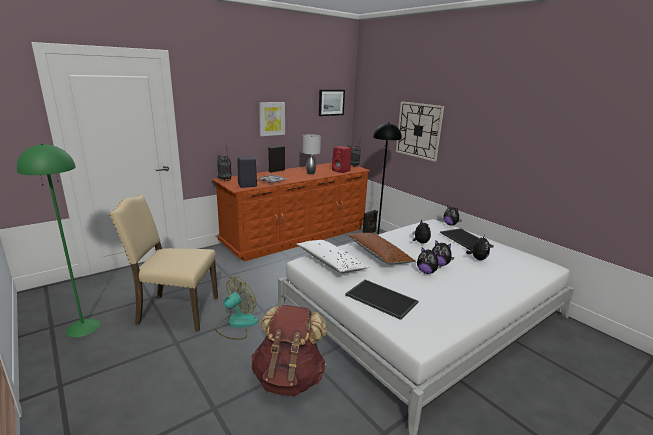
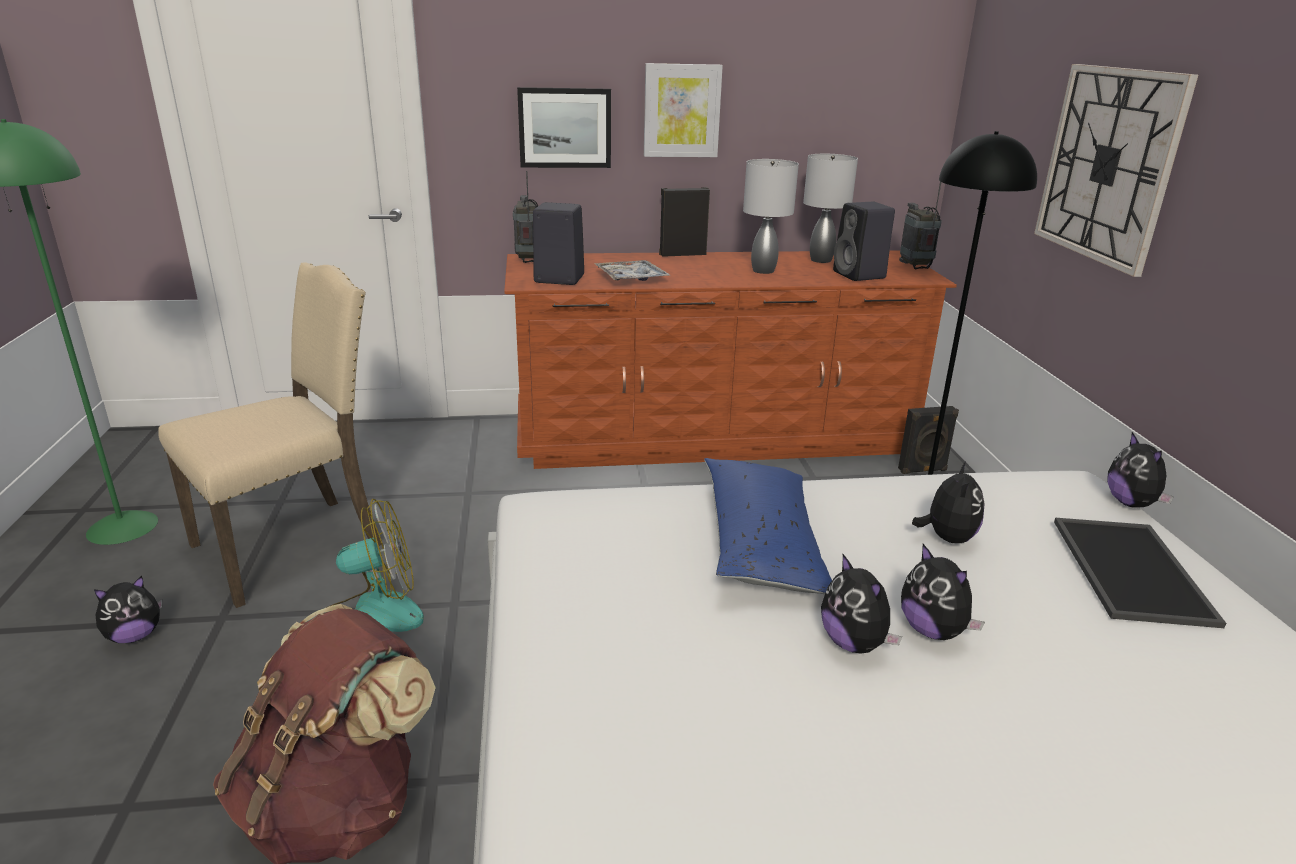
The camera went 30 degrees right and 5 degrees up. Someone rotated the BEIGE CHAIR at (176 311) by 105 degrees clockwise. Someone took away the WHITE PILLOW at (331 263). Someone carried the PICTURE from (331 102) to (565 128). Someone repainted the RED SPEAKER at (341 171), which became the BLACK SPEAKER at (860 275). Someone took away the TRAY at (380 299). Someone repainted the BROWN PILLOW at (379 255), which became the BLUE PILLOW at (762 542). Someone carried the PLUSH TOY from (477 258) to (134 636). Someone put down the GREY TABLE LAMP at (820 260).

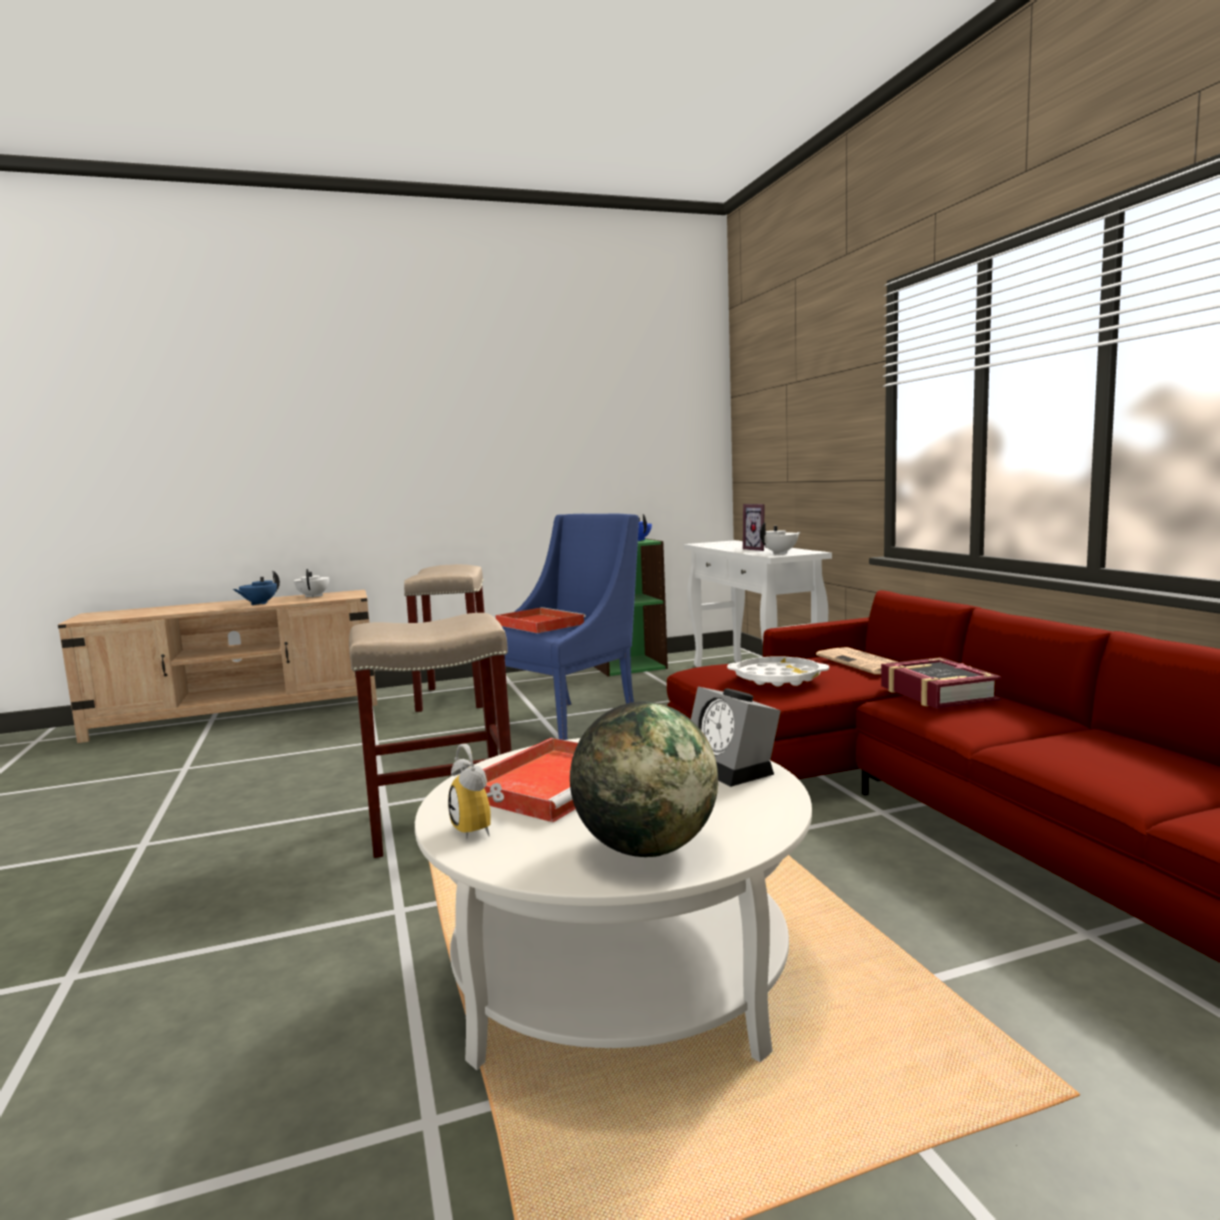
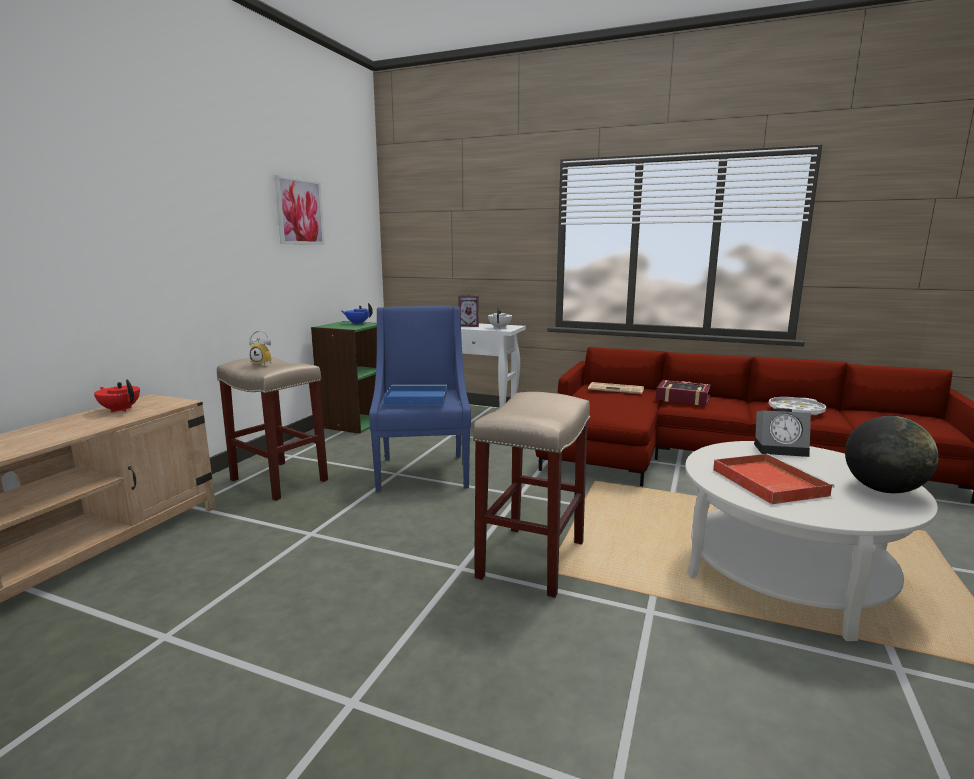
The camera went 50 degrees left and 5 degrees up. Someone took away the BLUE TEAPOT at (259 603). Someone repainted the WHITE TEAPOT at (314 596), which became the RED TEAPOT at (120 410). Someone carried the ALARM CLOCK from (480 829) to (264 363). Someone repainted the RED TRAY at (538 624), which became the BLUE TRAY at (415 398). Someone carried the WHITE TRAY from (777 678) to (795 410). Someone put up the PICTURE at (299 211).

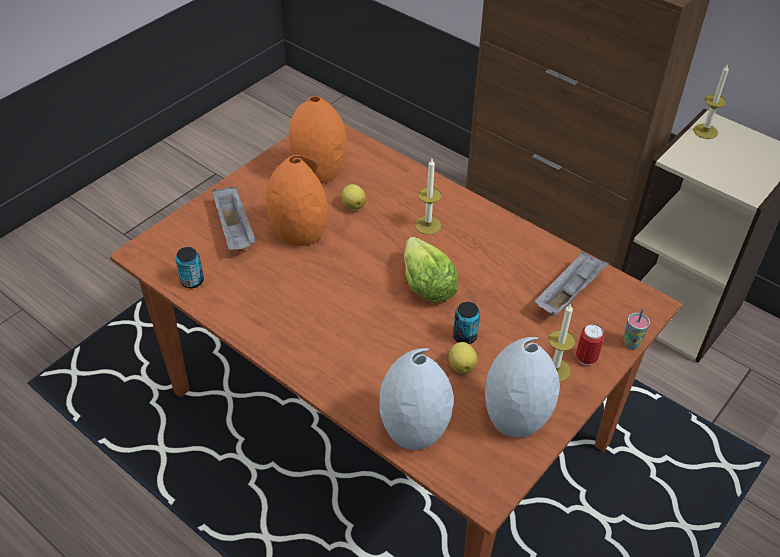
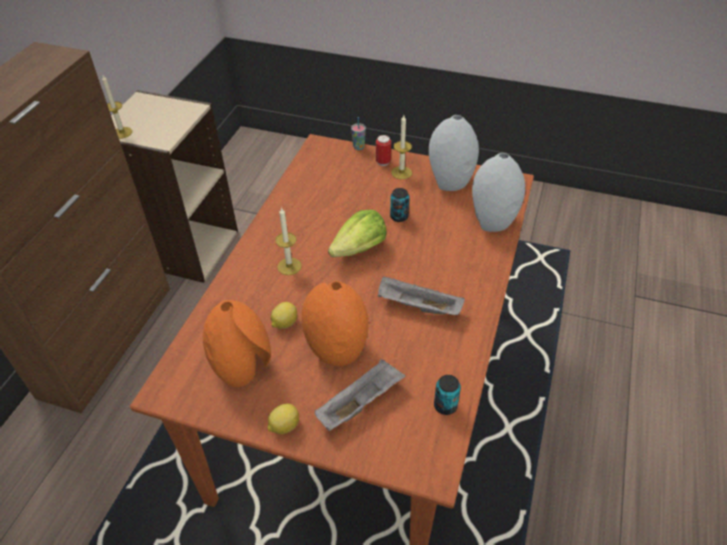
The camera went 110 degrees left and 0 degrees up. Someone carried the LEMON from (461 365) to (284 426). Someone carried the GREY TRAY from (568 293) to (417 306).

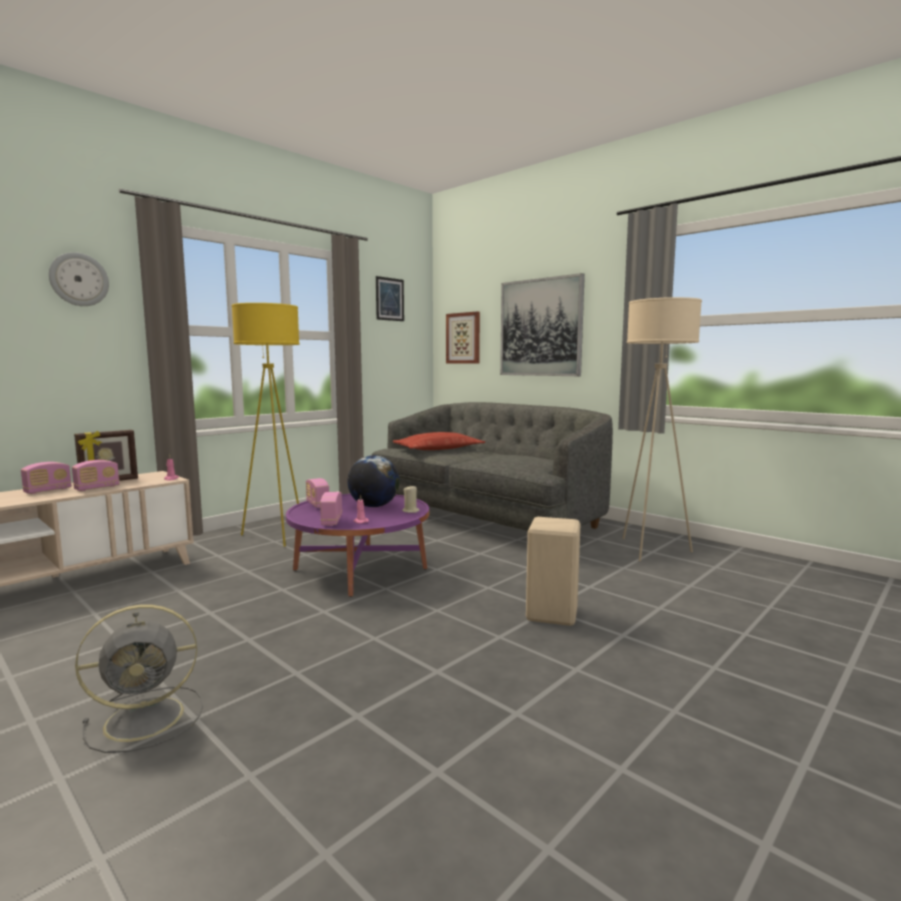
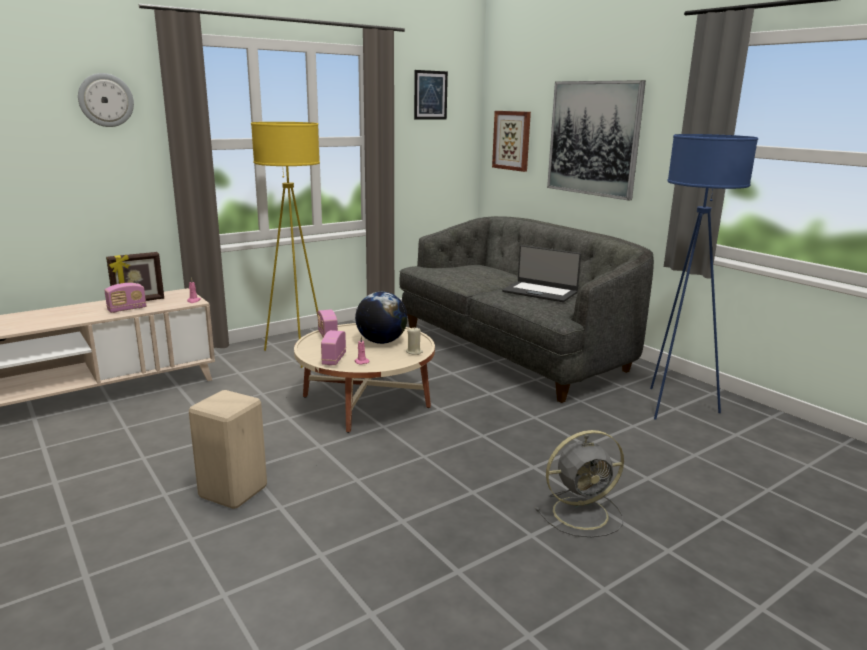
The camera went 10 degrees right and 10 degrees up. Someone took away the RADIO at (48 491). Someone carried the GREY FAN from (148 718) to (582 513). Someone repainted the PURPLE COFFEE TABLE at (360 569), which became the BEIGE COFFEE TABLE at (366 402). Someone took away the PILLOW at (438 449). Someone carried the BEIGE STOOL from (550 614) to (233 491). Someone repainted the BEIGE FLOOR LAMP at (650 549), which became the BLUE FLOOR LAMP at (674 405). Someone put down the LAPTOP at (540 292).

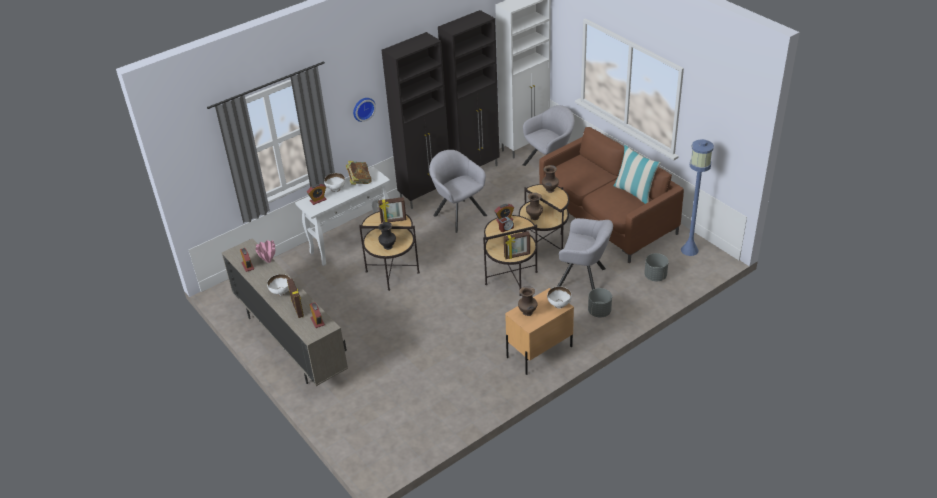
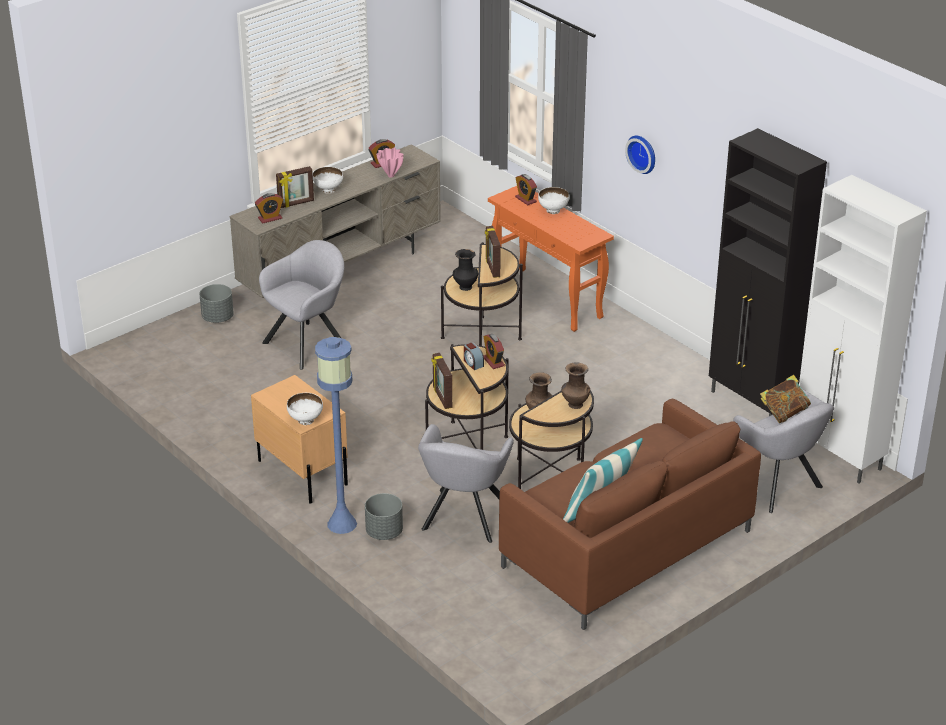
The camera went 85 degrees right and 5 degrees down. Someone repainted the WHITE CONSOLE TABLE at (351 242), which became the ORANGE CONSOLE TABLE at (548 300). Someone carried the BOOK from (359 181) to (784 413). Someone took away the BLACK CABINET at (425 195). Someone carried the GREY ARMCHAIR from (458 214) to (309 343). Someone took away the BROWN VASE at (528 313). Someone carried the GREY PLANTER from (655 276) to (217 318). Someone carried the BLUE FLOOR LAMP from (690 250) to (342 524).

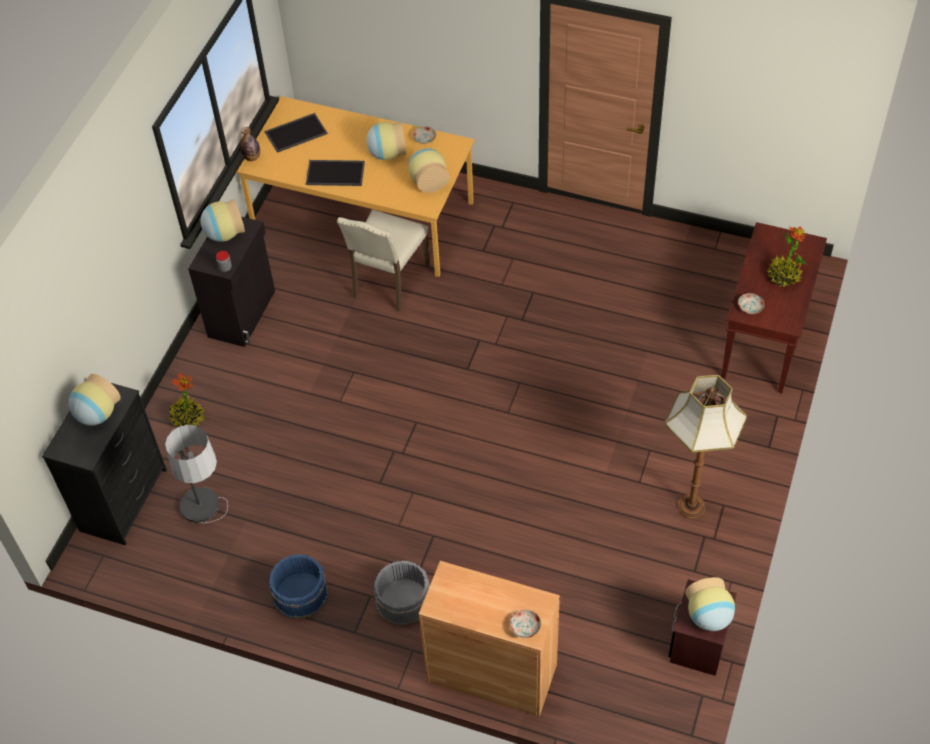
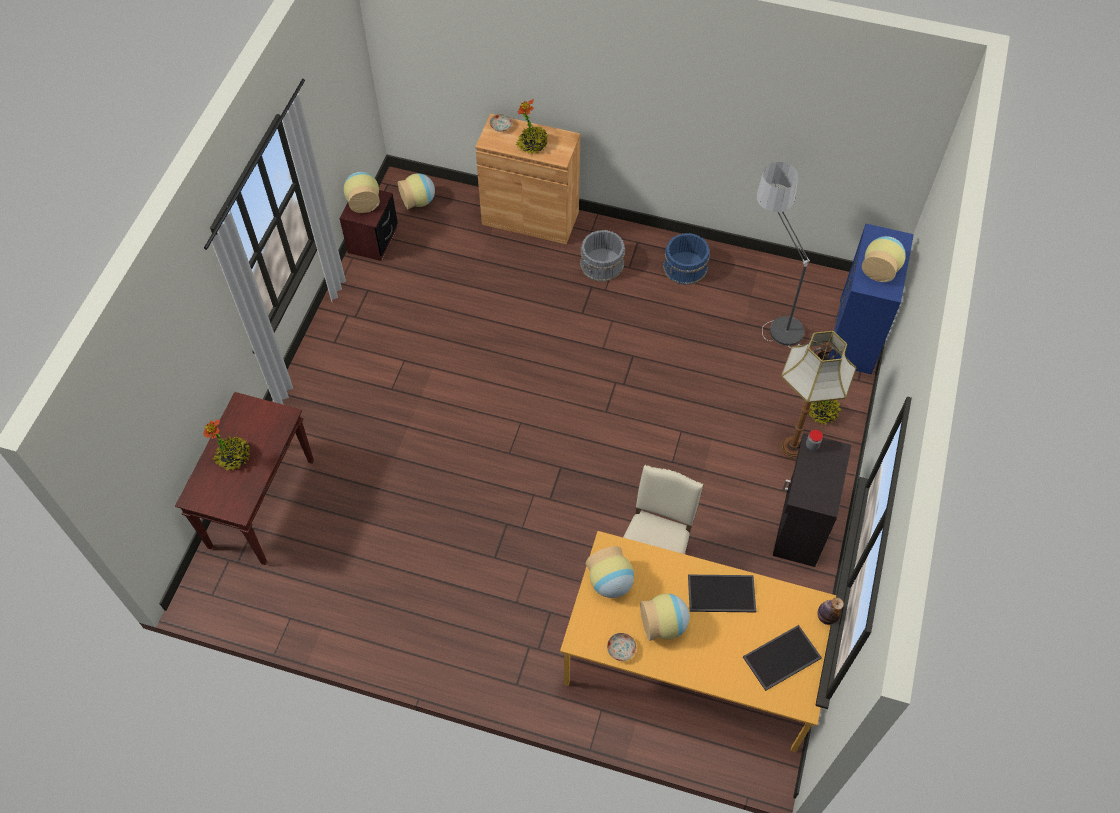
The camera went 175 degrees right and 5 degrees up. Someone repainted the BLACK DRESSER at (124 500), which became the BLUE DRESSER at (854 336). Someone carried the VASE from (224 234) to (419 201). Someone carried the FLOOR LAMP from (690 505) to (793 448). Someone took away the PLATE at (750 307). Someone put down the POTTED PLANT at (532 144).

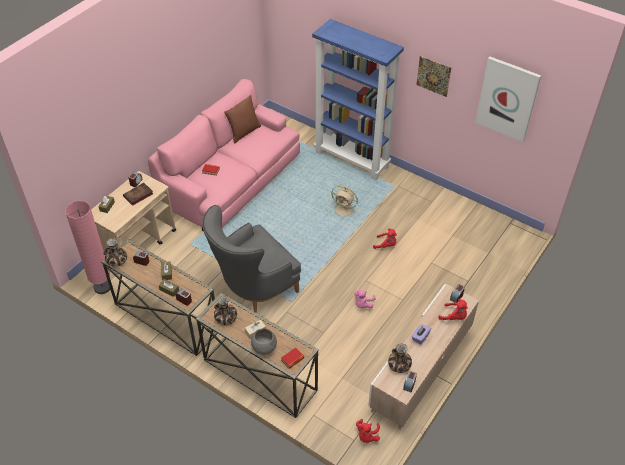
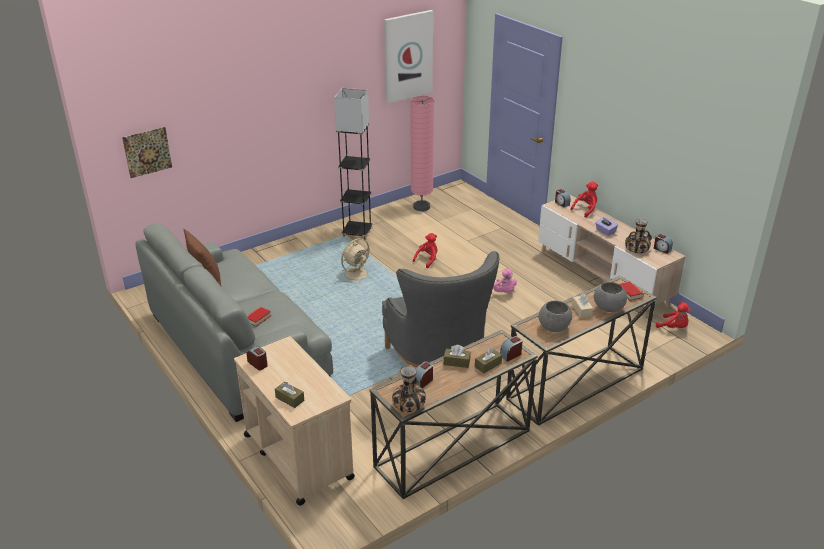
The camera went 70 degrees left and 15 degrees down. Someone carried the PINK FLOOR LAMP from (102 287) to (421 207). Someone took away the BOOK at (138 196). Someone repainted the PINK SOFA at (231 180), which became the GREY SOFA at (237 346). Someone swapped the VASE at (226 318) for the GREY BOWL at (554 327). Someone took away the BLUE BOOKCASE at (352 159). Someone carried the PICTURE from (433 76) to (147 152). Someone put down the GREY FLOOR LAMP at (357 232).

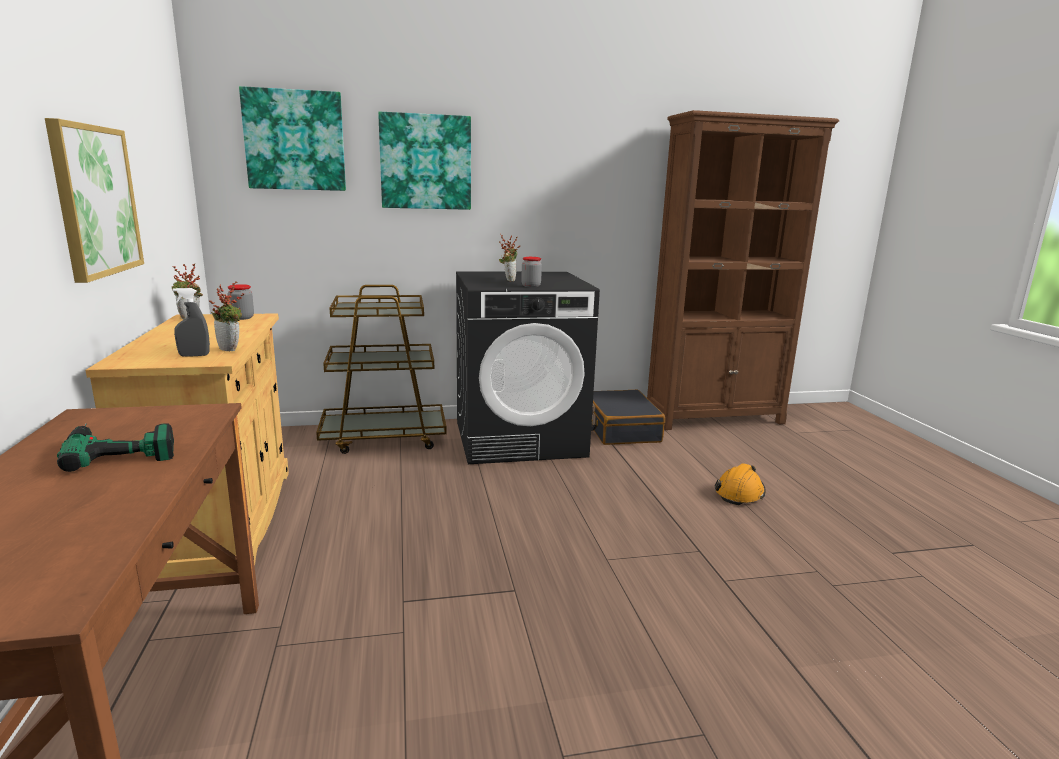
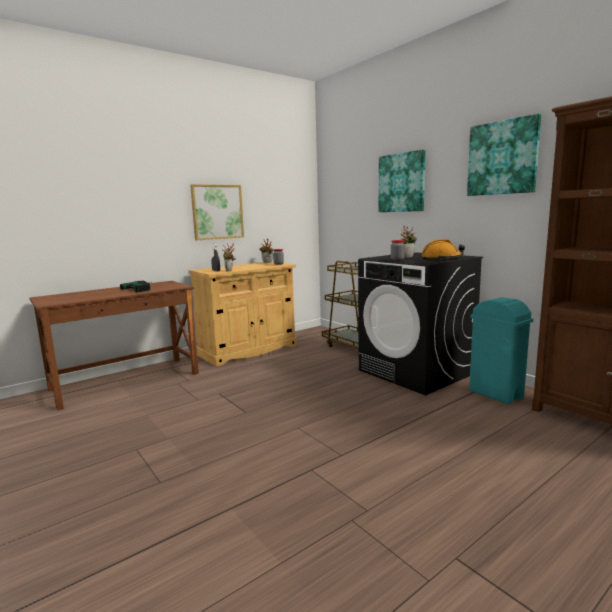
The camera went 65 degrees right and 5 degrees down. Someone carried the PICTURE from (295 140) to (502 158). Someone swapped the BLACK SUITCASE at (620 429) for the TURQUOISE TRASH CAN at (496 394). Someone carried the ORANGE HARD HAT from (739 493) to (441 259).

